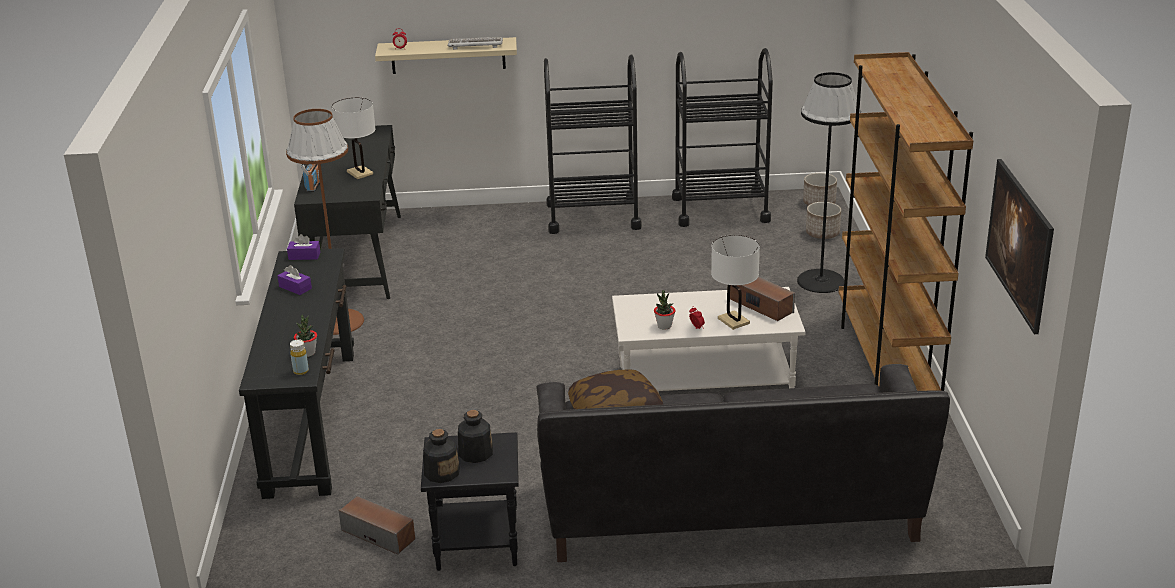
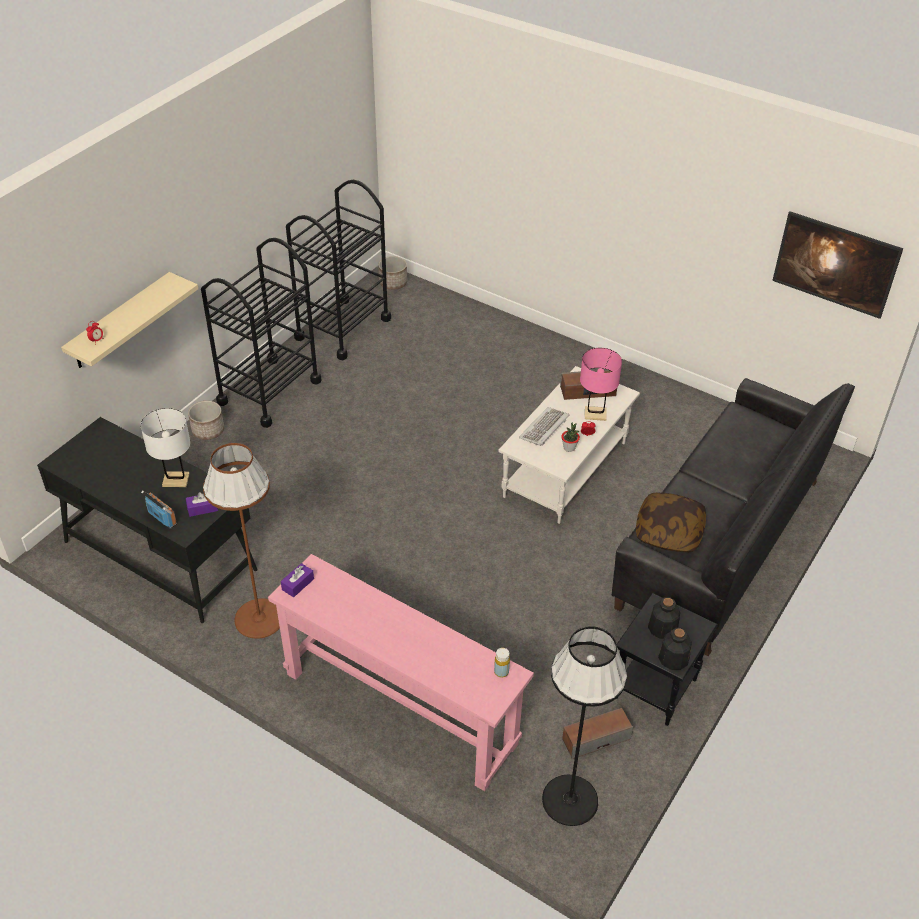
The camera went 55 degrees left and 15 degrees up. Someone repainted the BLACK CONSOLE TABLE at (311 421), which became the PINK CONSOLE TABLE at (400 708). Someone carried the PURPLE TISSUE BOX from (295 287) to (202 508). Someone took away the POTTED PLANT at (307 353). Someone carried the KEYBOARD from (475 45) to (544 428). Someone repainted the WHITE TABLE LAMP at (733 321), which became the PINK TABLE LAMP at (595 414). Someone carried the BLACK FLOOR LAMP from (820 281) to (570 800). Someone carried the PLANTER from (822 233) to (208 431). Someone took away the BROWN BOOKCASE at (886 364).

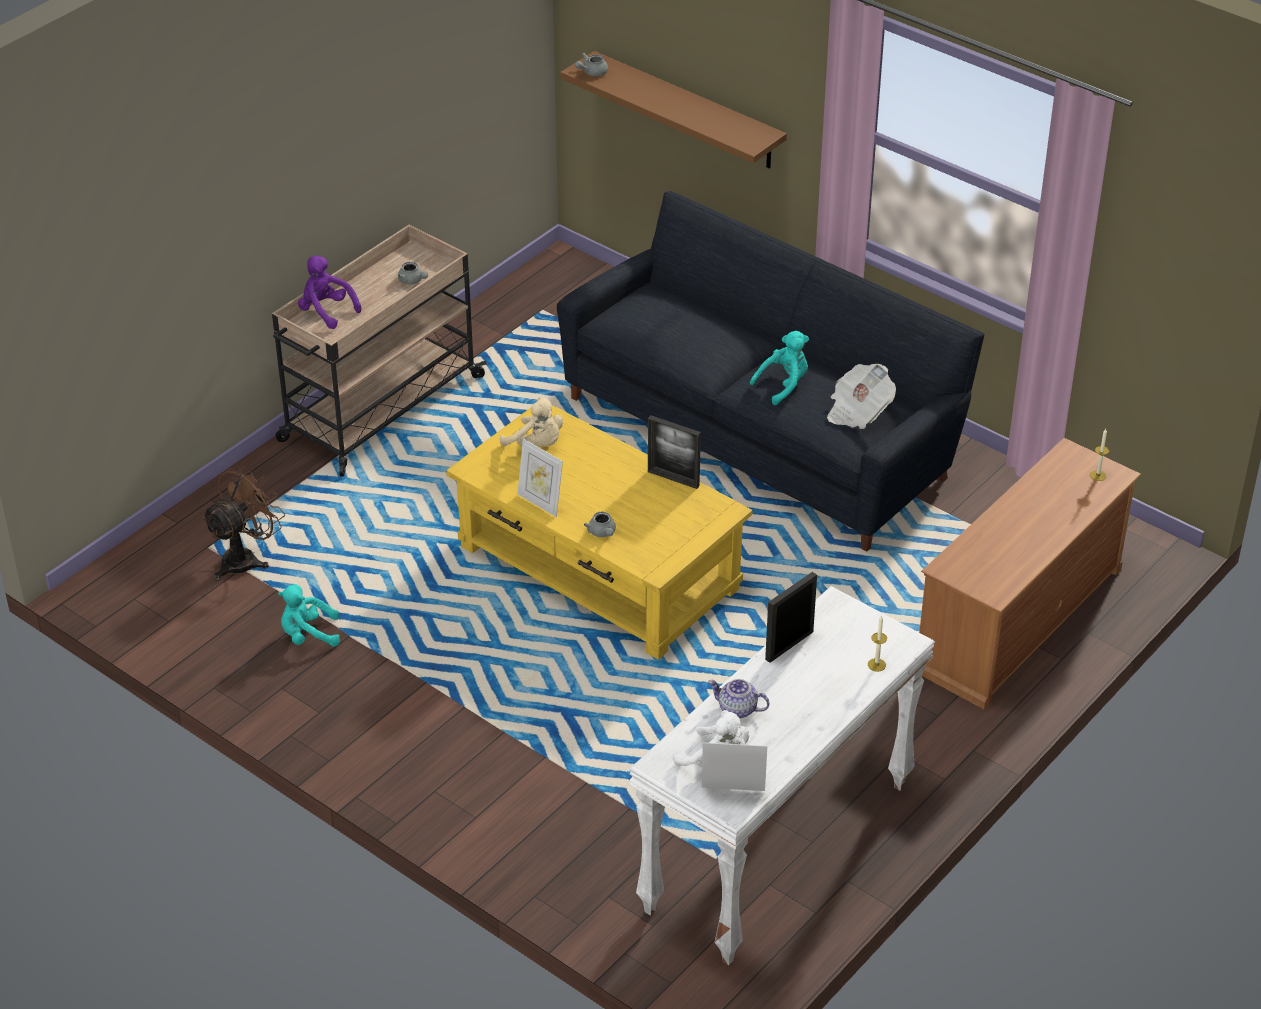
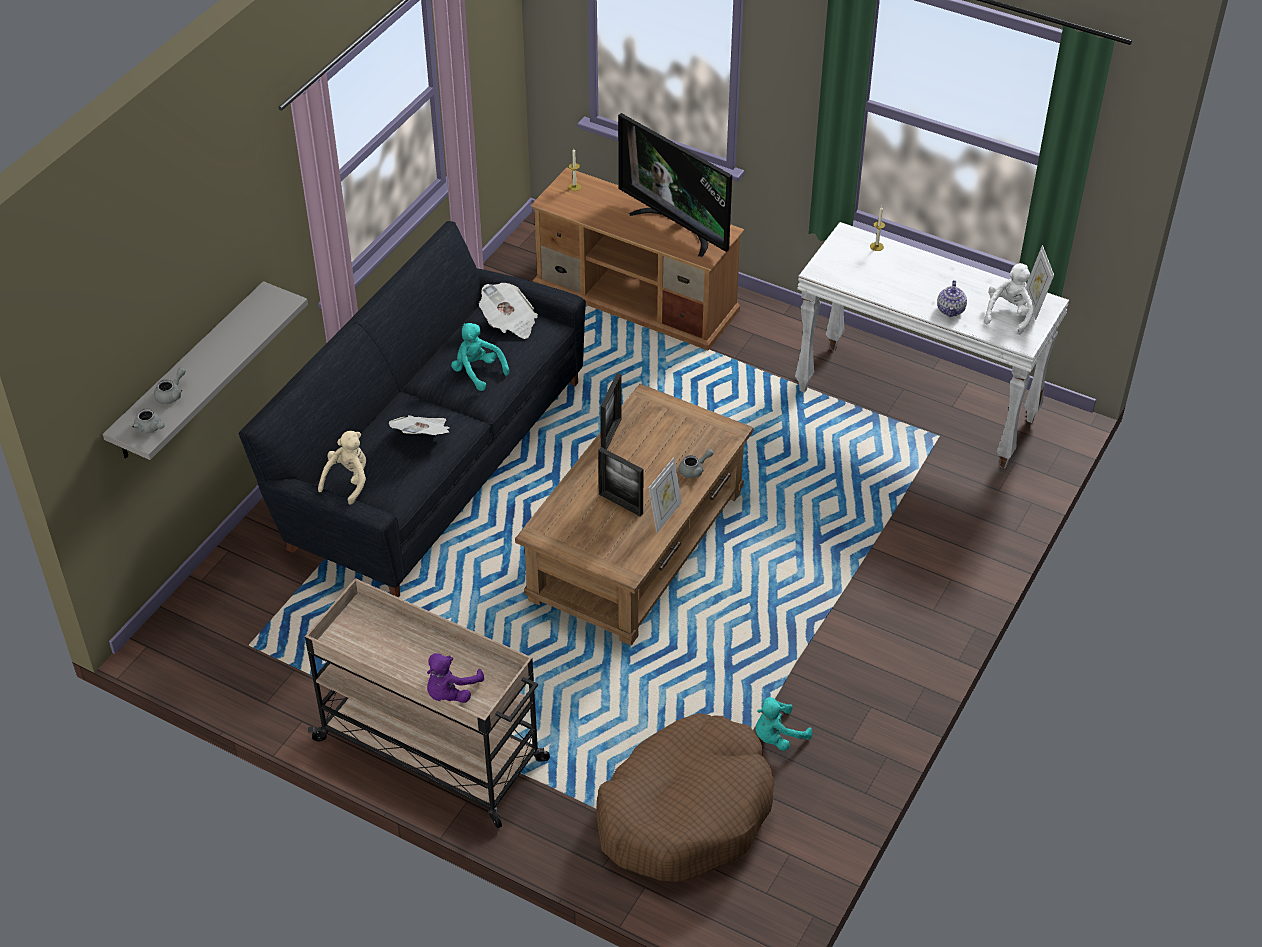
The camera went 100 degrees left and 5 degrees up. Someone swapped the BROWN FAN at (246 558) for the BROWN DOG BED at (685 811). Someone rotated the TURQUOISE PLUSH TOY at (308 635) by 75 degrees clockwise. Someone carried the GREY TEAPOT from (412 281) to (172 394). Someone repainted the YELLOW COFFEE TABLE at (599 569), which became the BROWN COFFEE TABLE at (637 545). Someone carried the BEIGE PLUSH TOY from (536 445) to (348 481). Someone repainted the BROWN SHELF at (687 111), which became the GREY SHELF at (189 372). Someone carried the PICTURE FRAME from (789 645) to (620 504). Someone put down the NEWSPAPER at (423 436). Someone put down the TELEVISION at (677 227).

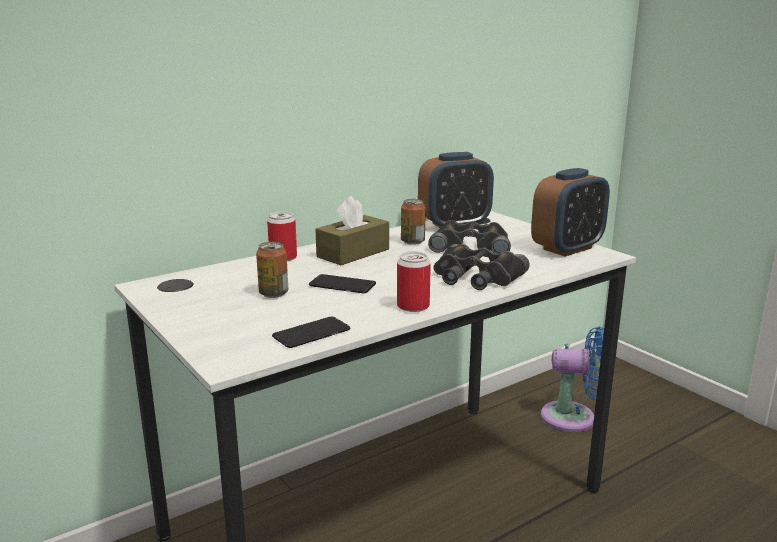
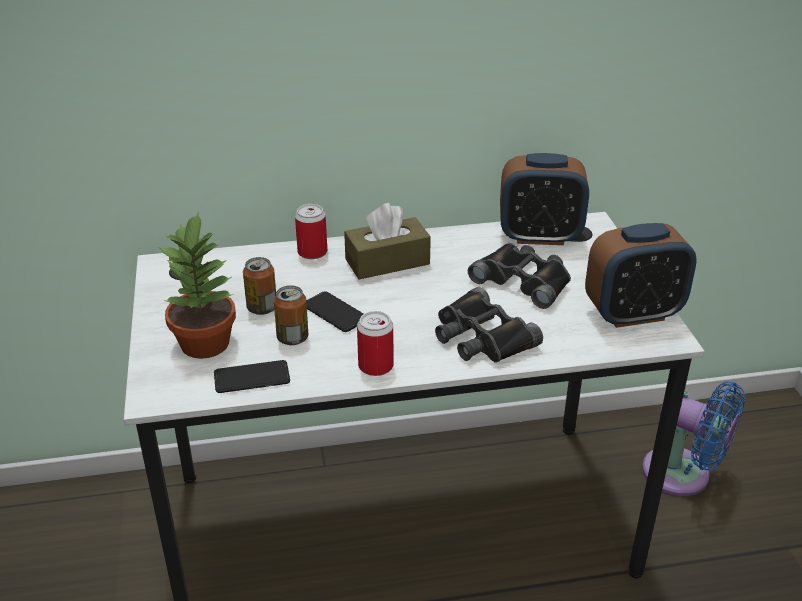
The camera went 25 degrees right and 15 degrees up. Someone carried the CAN from (412 241) to (292 338). Someone put down the POTTED PLANT at (206 343).

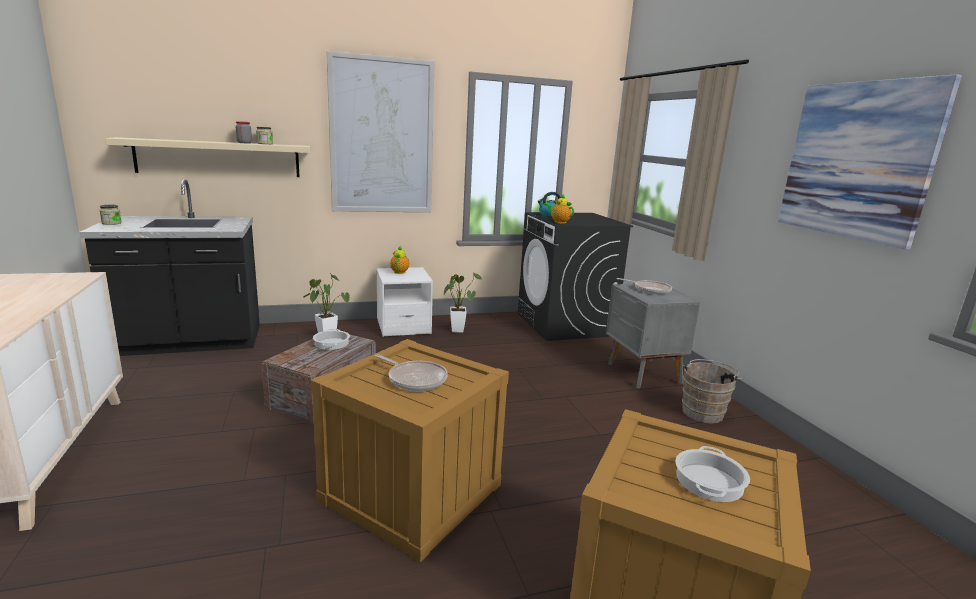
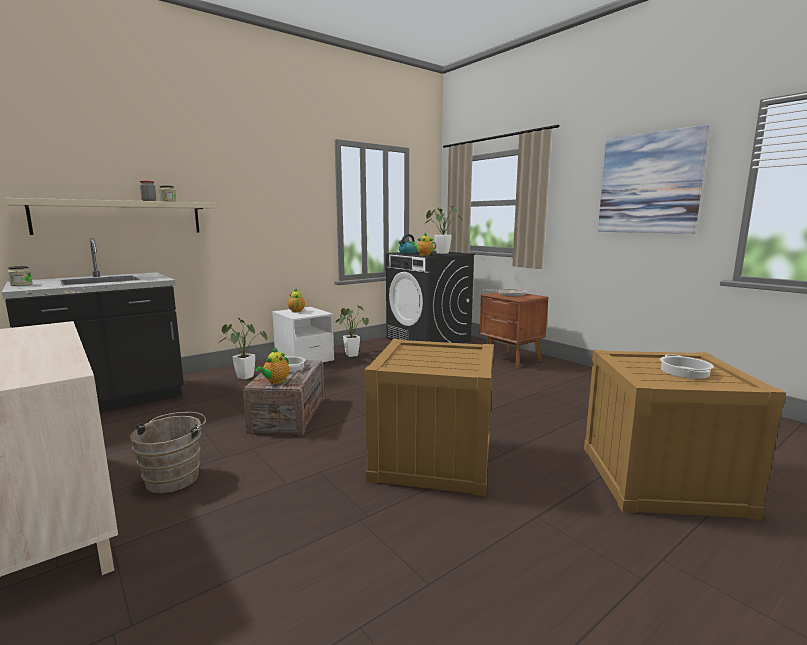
The camera went 20 degrees left and 5 degrees down. Someone took away the PICTURE at (382 137). Someone took away the FRYING PAN at (415 379). Someone repainted the GREY NIGHTSTAND at (643 373), which became the BROWN NIGHTSTAND at (512 359). Someone carried the BROWN BUCKET from (703 412) to (175 477). Someone put down the TEAPOT at (275 381). Someone put down the POTTED PLANT at (440 253).

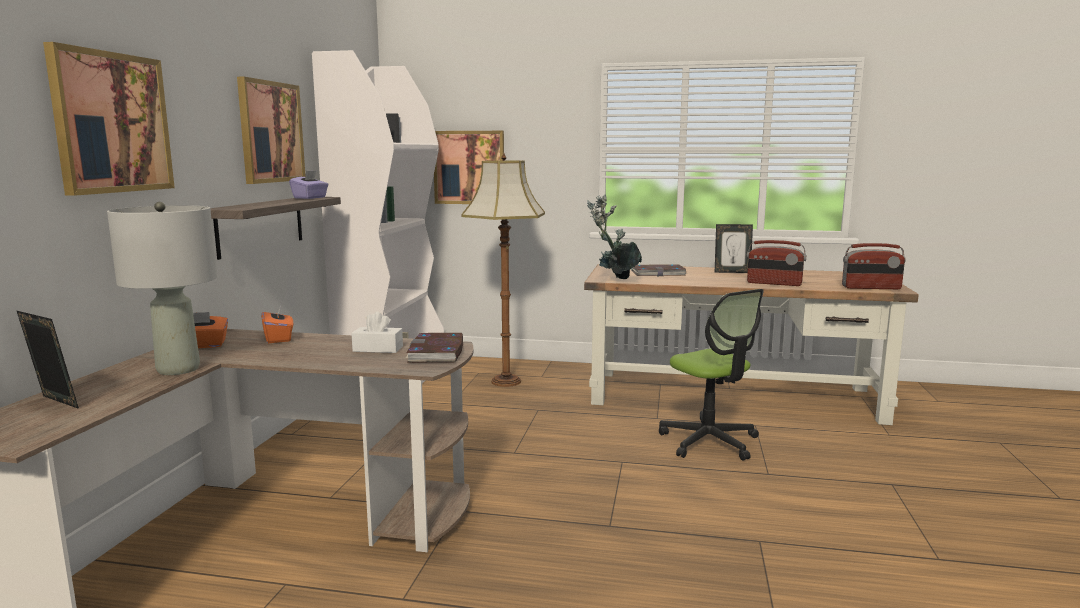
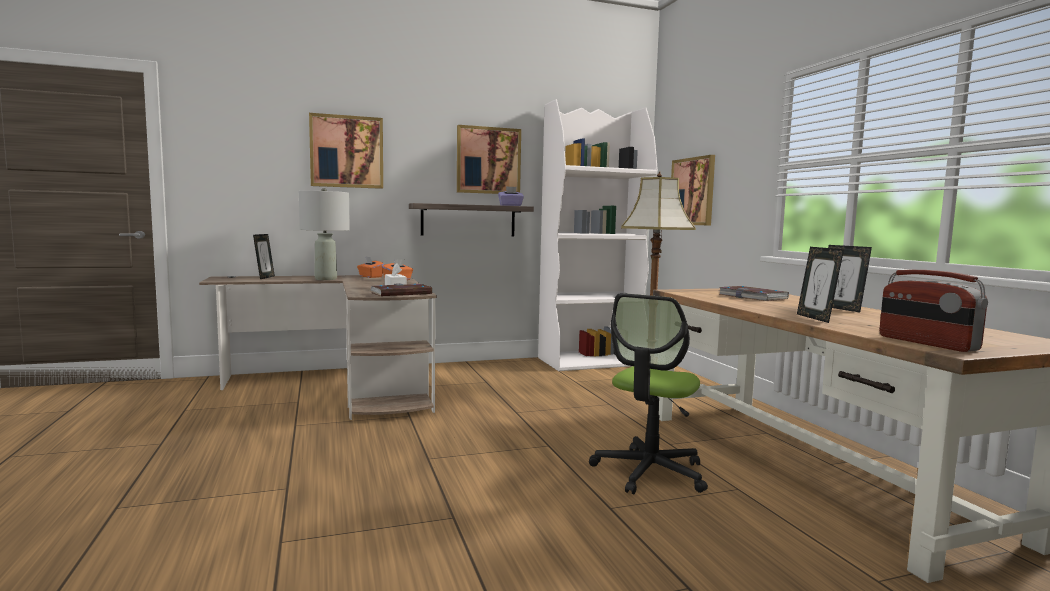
The camera went 60 degrees right and 5 degrees down. Someone took away the POTTED PLANT at (614 280). Someone swapped the RADIO at (774 283) for the PICTURE FRAME at (816 318).

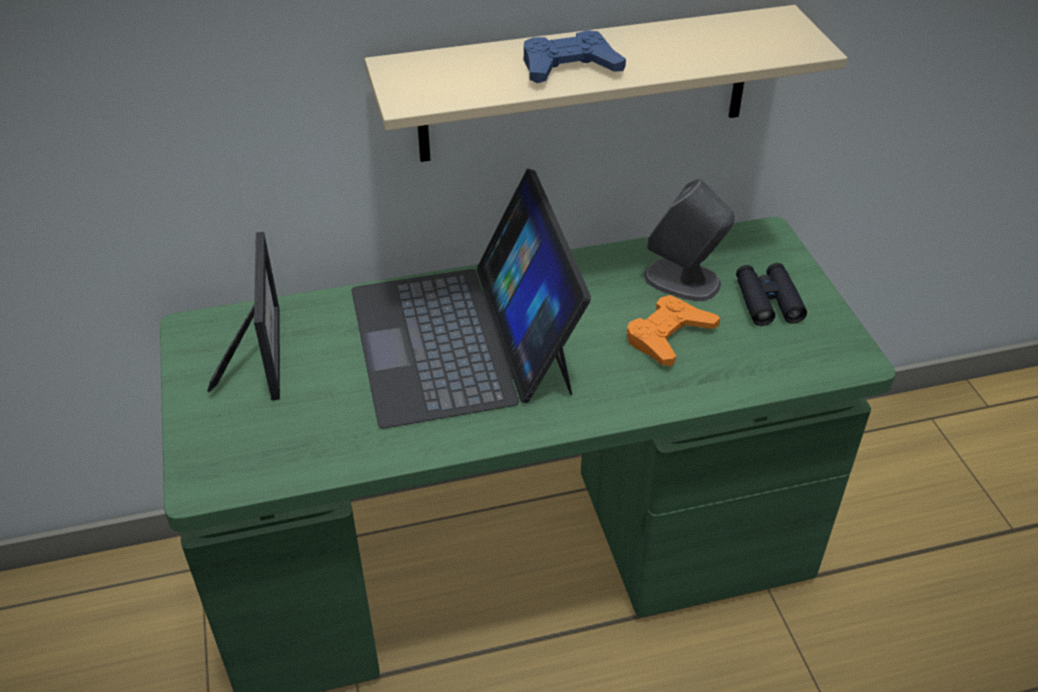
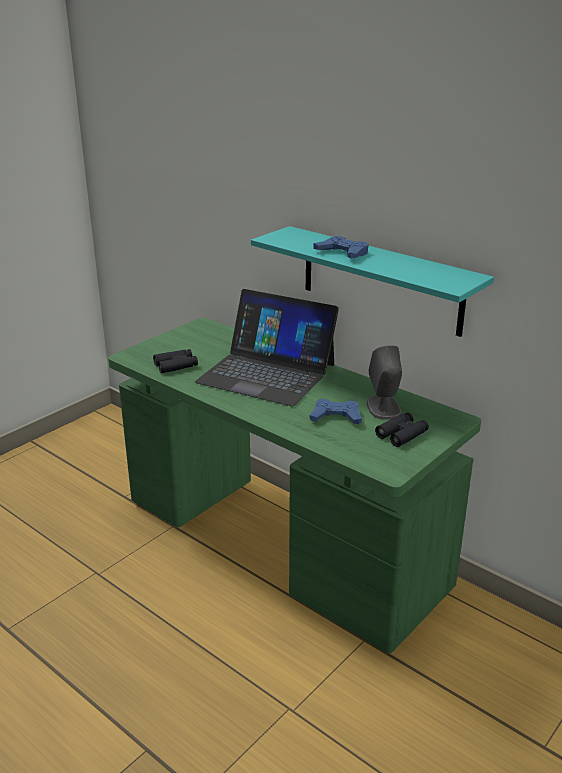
The camera went 55 degrees right and 15 degrees down. Someone took away the PICTURE FRAME at (261 352). Someone rotated the LAPTOP at (462 339) by 105 degrees counterclockwise. Someone repainted the BEIGE SHELF at (585 85), which became the TURQUOISE SHELF at (381 280). Someone repainted the ORANGE GAME CONTROLLER at (668 336), which became the BLUE GAME CONTROLLER at (336 417). Someone put down the BLACK BINOCULARS at (176 365).

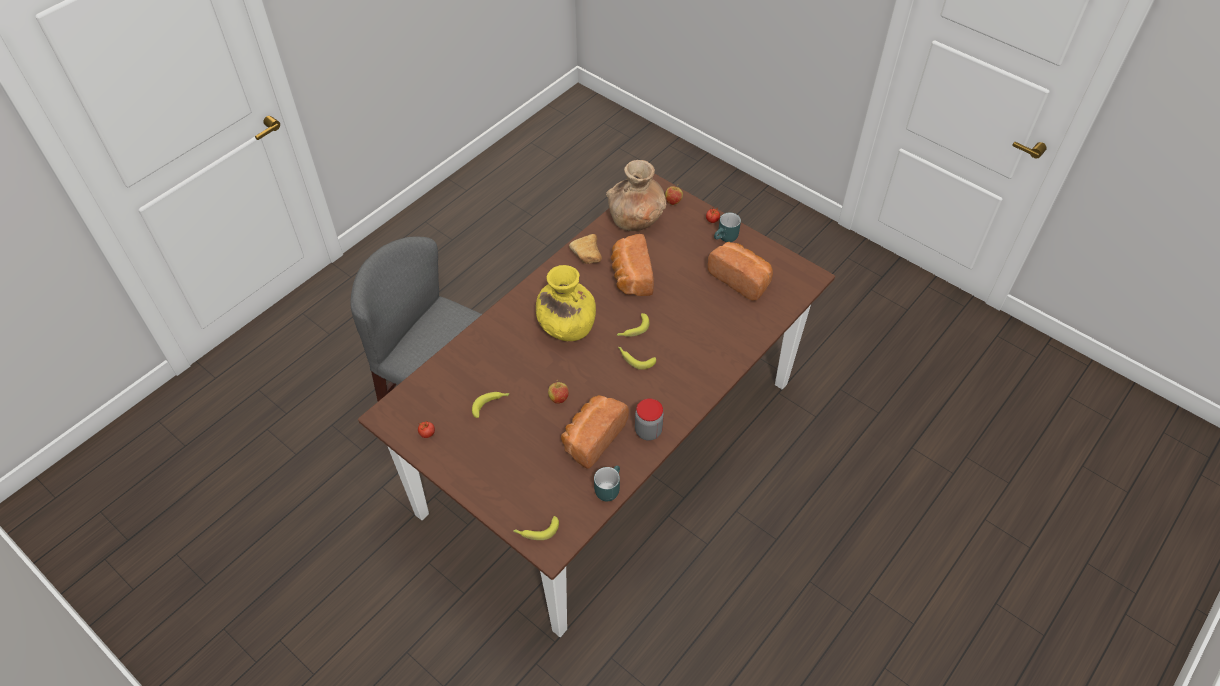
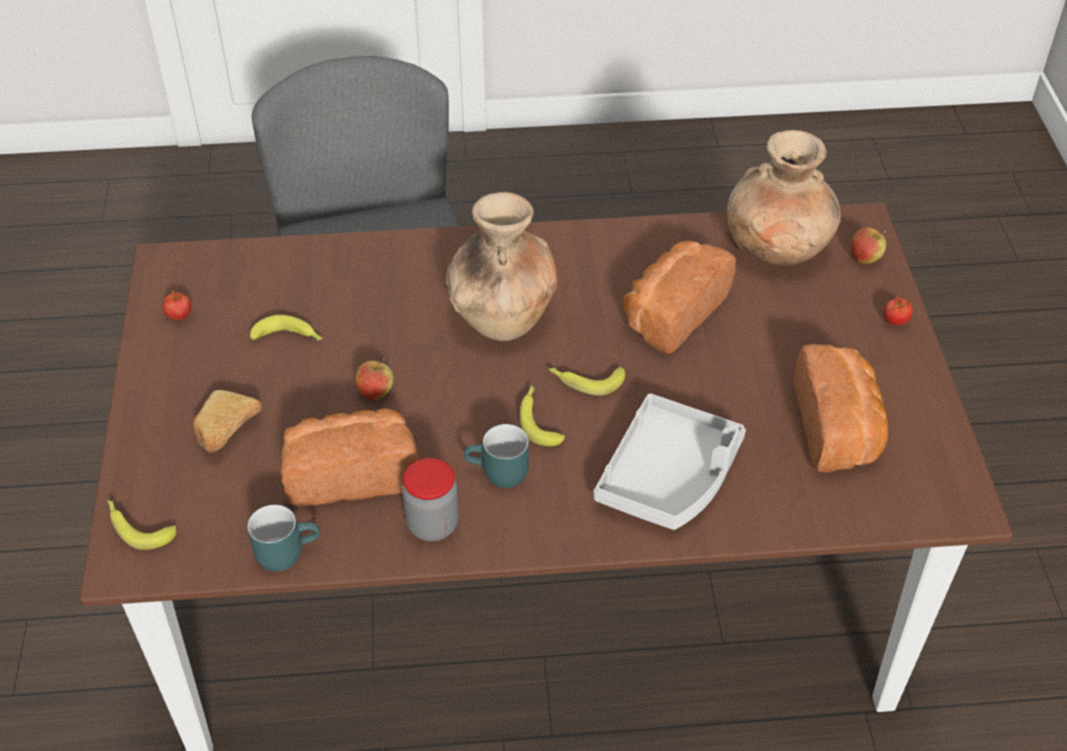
The camera went 45 degrees right and 5 degrees down. Someone repainted the YELLOW VASE at (566 326), which became the BROWN VASE at (502 313). Someone carried the BREAD from (588 256) to (223 432). Someone carried the TURQUOISE MUG from (726 238) to (498 475). Someone put down the GREY TRAY at (669 476).

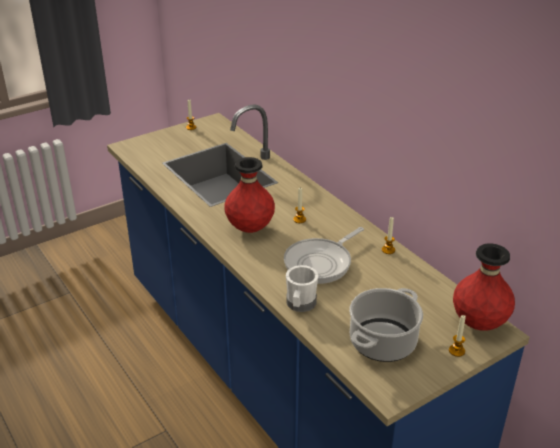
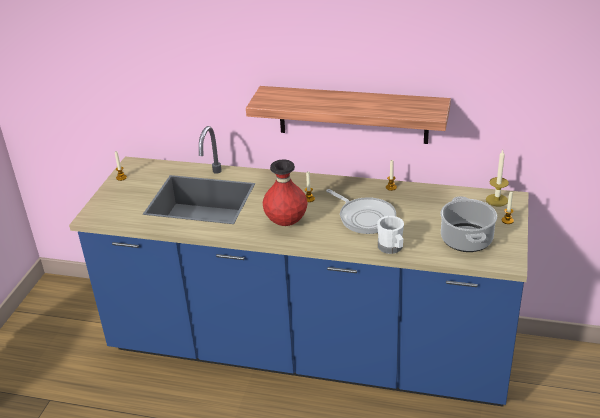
The camera went 40 degrees left and 0 degrees up. Someone rotated the FRYING PAN at (321 263) by 45 degrees counterclockwise. Someone swapped the RED VASE at (478 324) for the CANDLE at (497 200). Someone put up the SHELF at (352 114).

